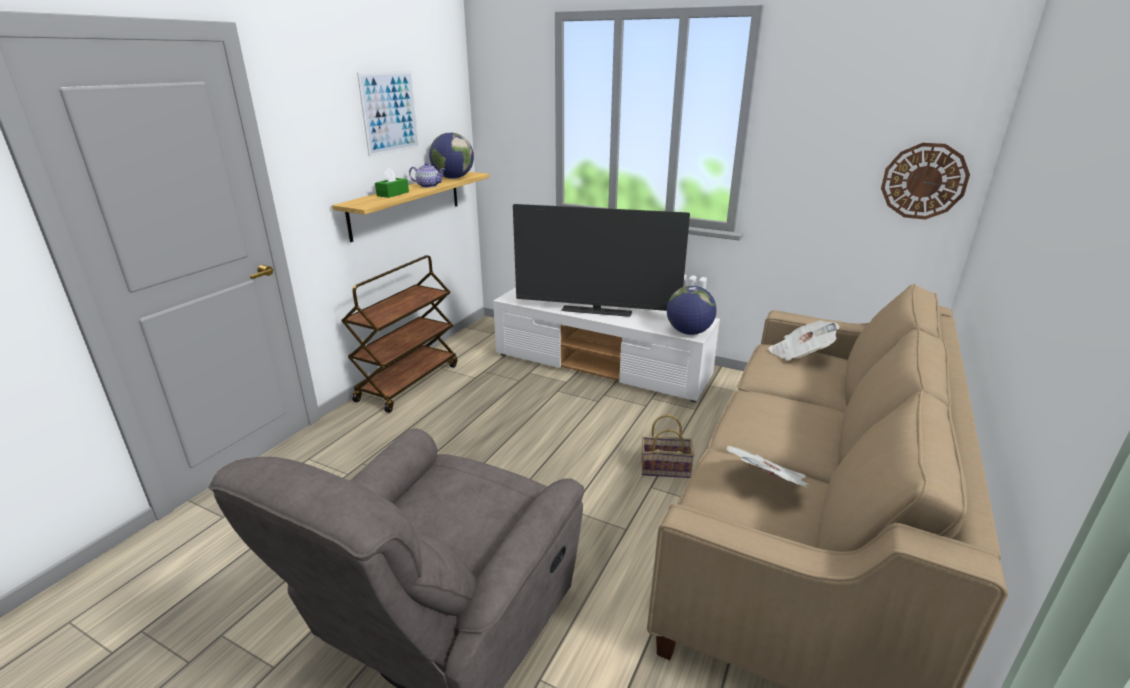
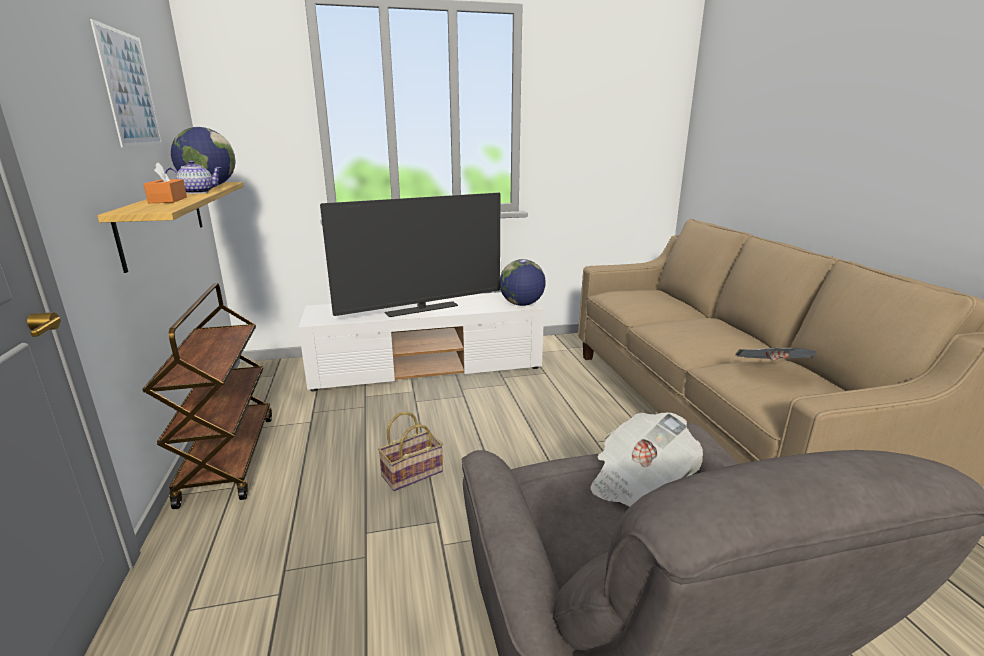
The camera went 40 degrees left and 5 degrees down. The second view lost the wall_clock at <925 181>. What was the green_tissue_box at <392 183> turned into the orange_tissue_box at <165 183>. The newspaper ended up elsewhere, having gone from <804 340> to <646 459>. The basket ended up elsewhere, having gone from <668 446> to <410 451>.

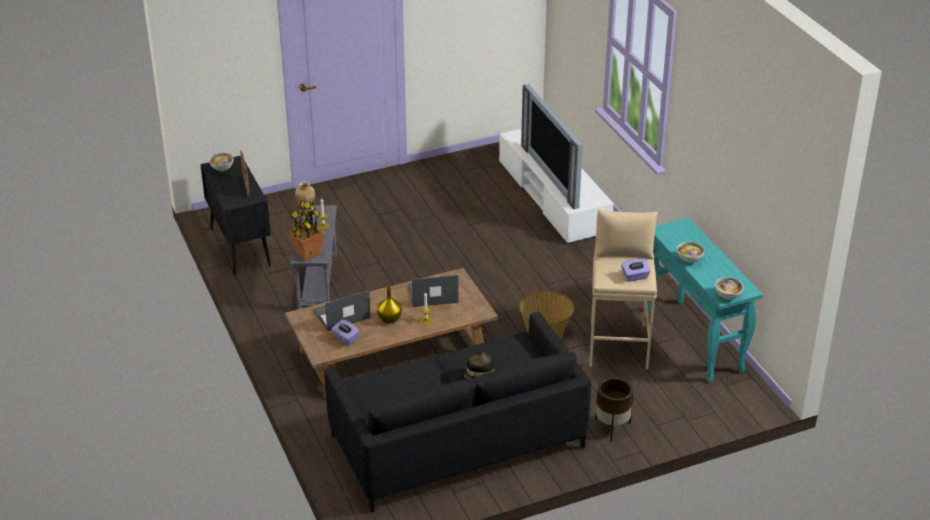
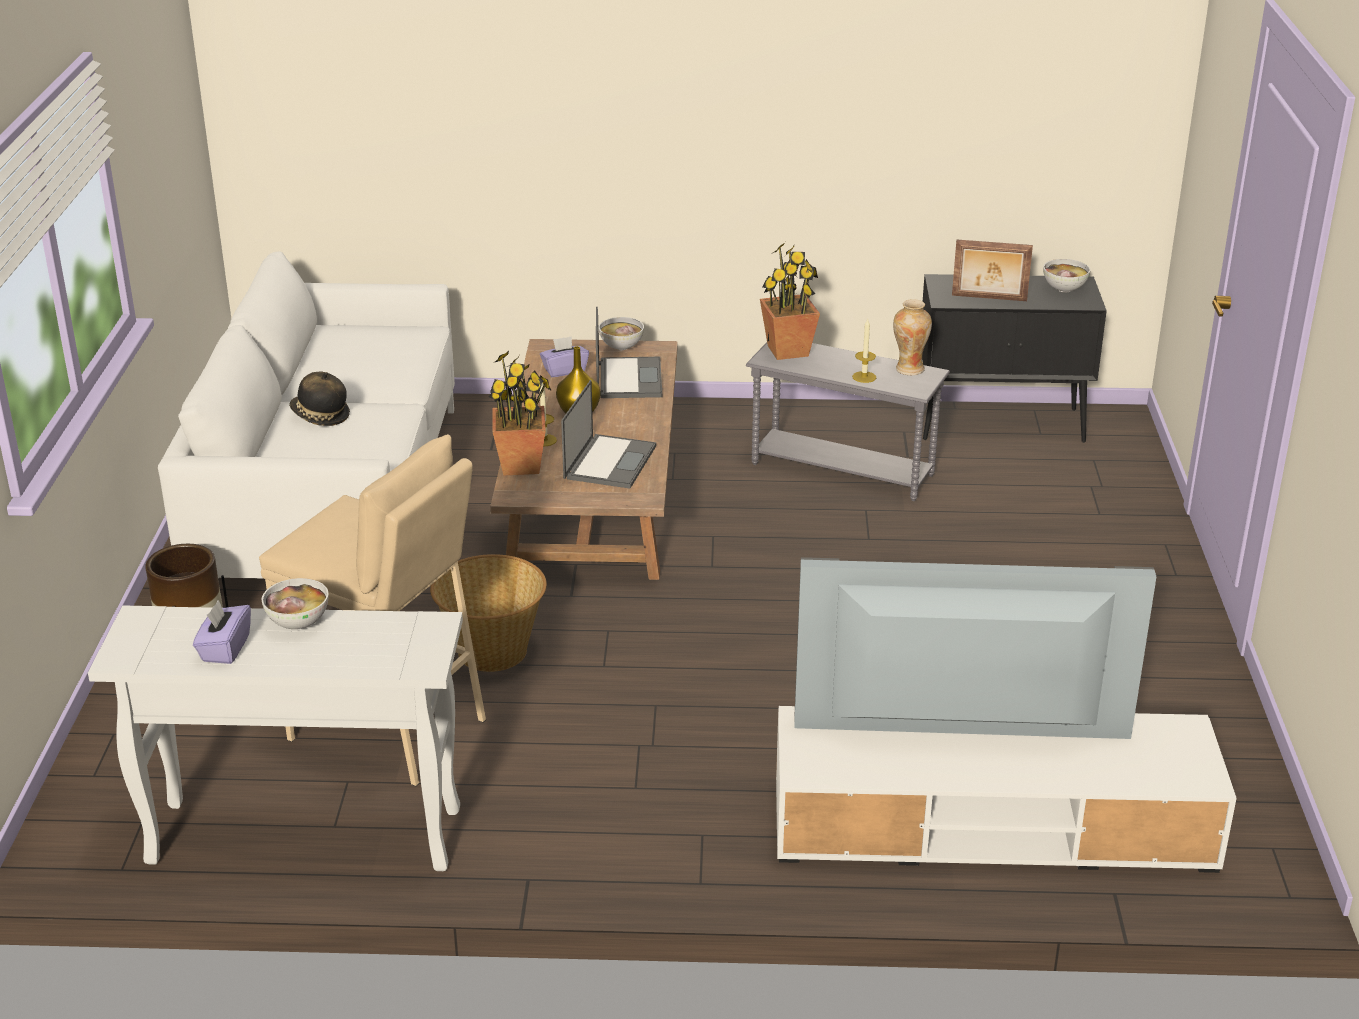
The camera went 115 degrees right and 5 degrees down. What was the turquoise_console_table at <705 300> turned into the white_console_table at <275 738>. The purple_tissue_box ended up elsewhere, having gone from <636 270> to <222 632>. The bowl ended up elsewhere, having gone from <729 288> to <621 333>. What was the black_sofa at <458 412> turned into the white_sofa at <306 415>. The second view gained the potted_plant at <520 413>.

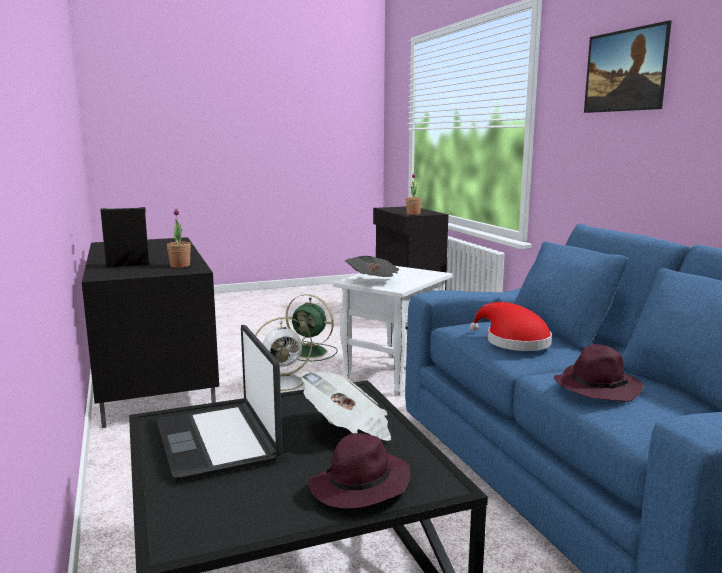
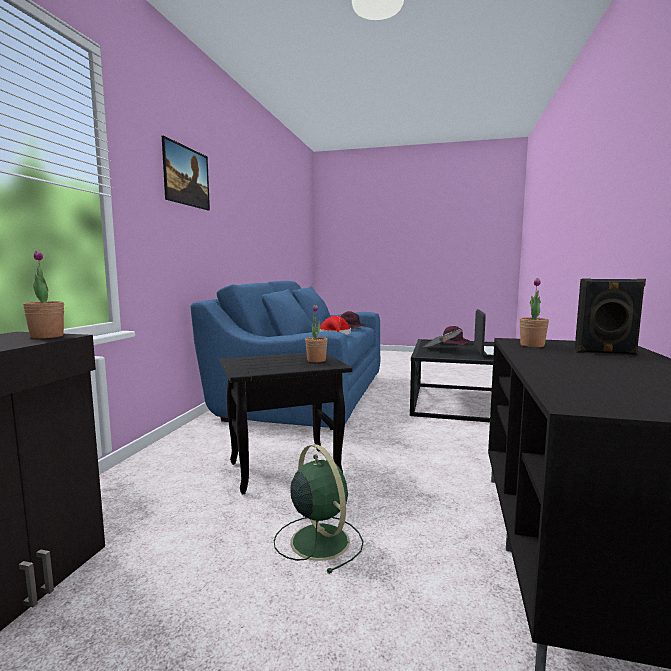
The camera went 145 degrees left and 5 degrees down. Where the newspaper stood at <372 266>, the potted_plant came to stand at <316 333>. What was the white_side_table at <392 330> turned into the black_side_table at <285 423>. The second view lost the white_fan at <283 354>.

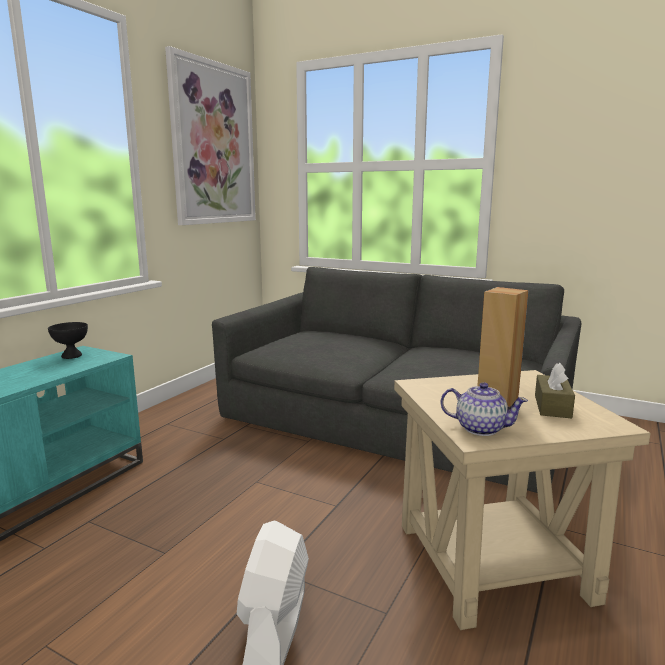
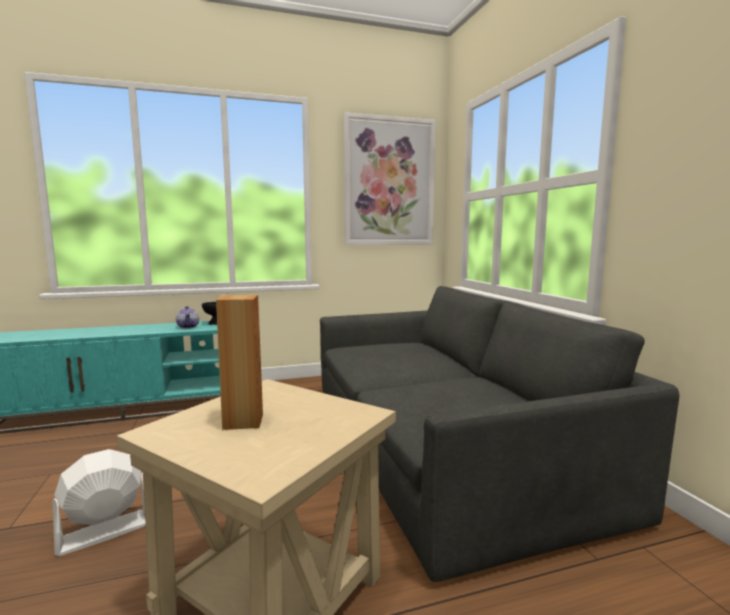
The camera went 45 degrees right and 5 degrees down. The second view lost the brown_tissue_box at <555 390>. The teapot ended up elsewhere, having gone from <484 409> to <187 317>.

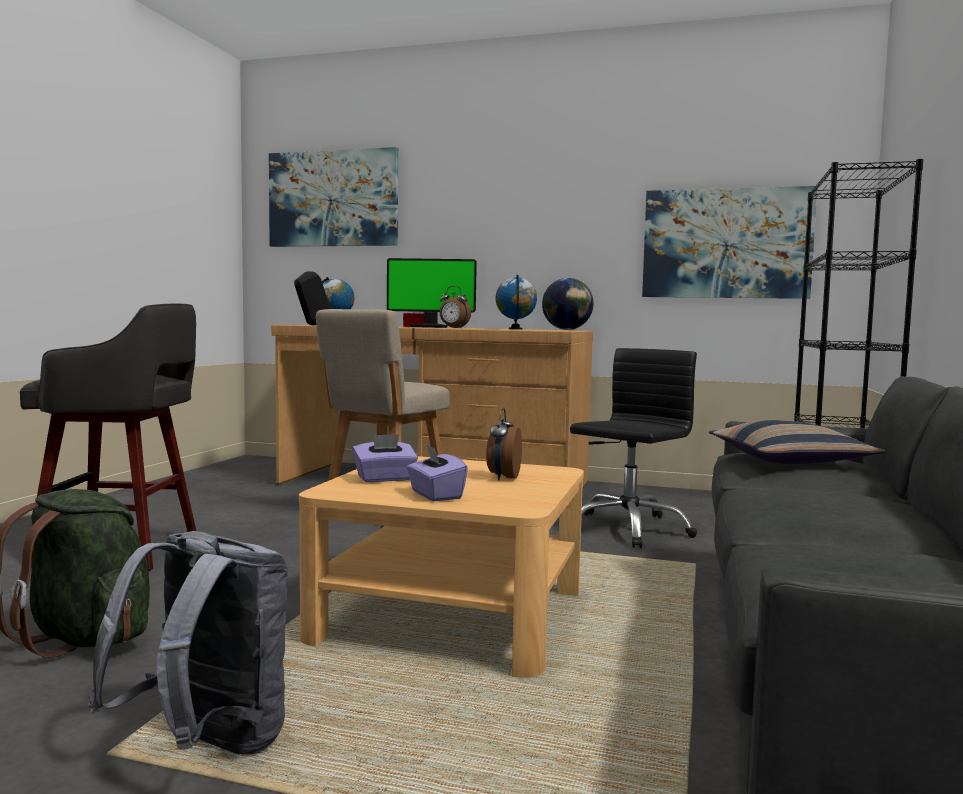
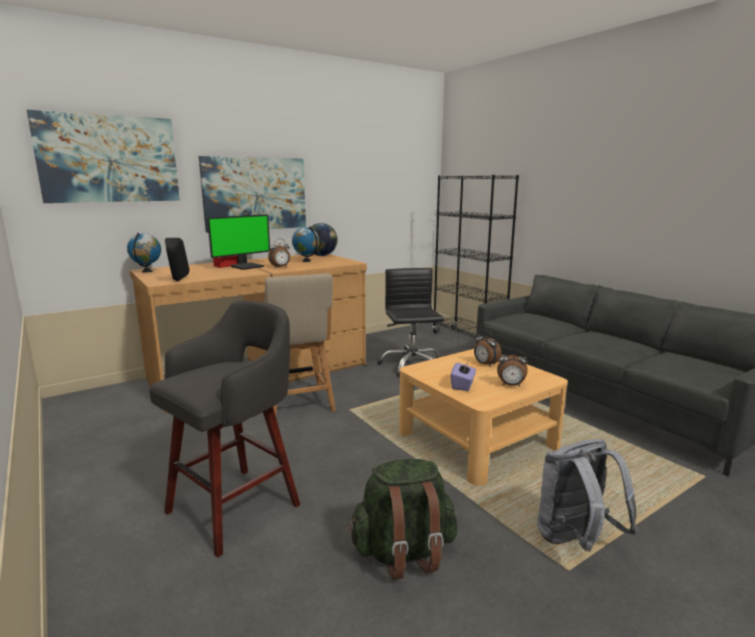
The camera went 50 degrees left and 10 degrees up. The picture ended up elsewhere, having gone from <729 242> to <252 194>. The second view lost the pillow at <797 442>. Where the purple_tissue_box stood at <437 472>, the alarm_clock came to stand at <512 367>.

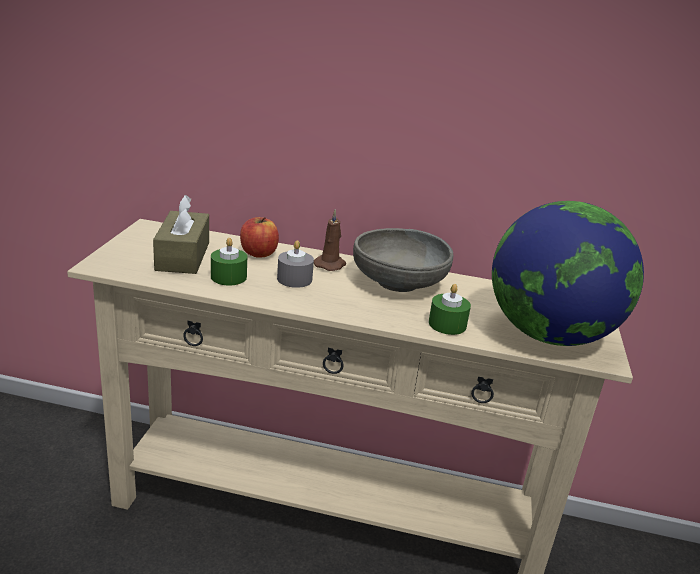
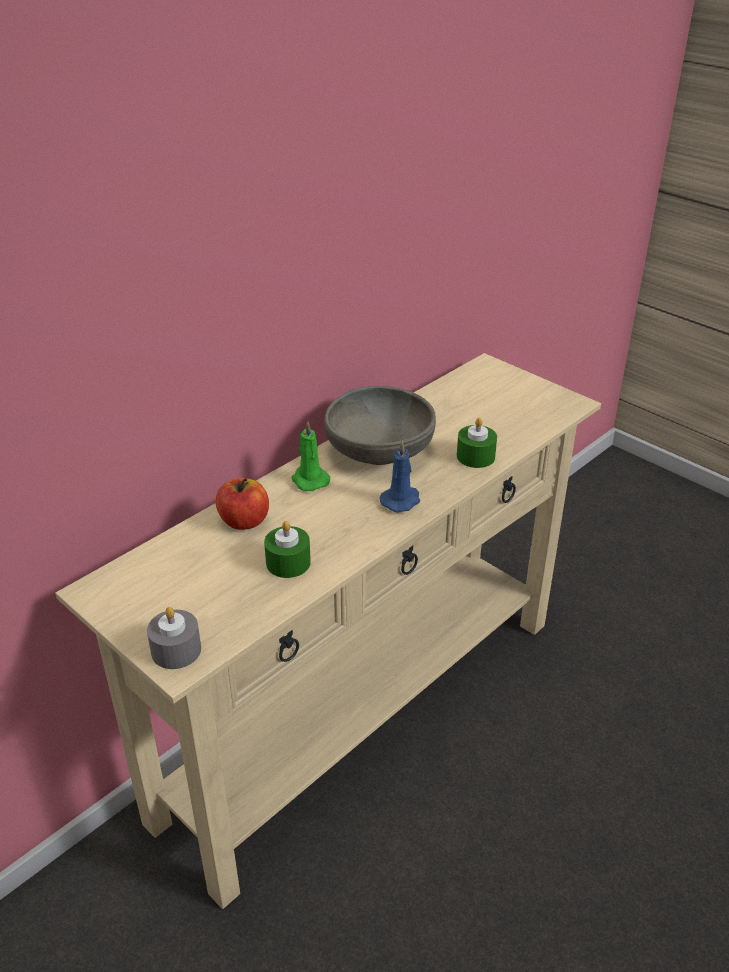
The camera went 55 degrees left and 10 degrees up. The second view lost the brown_tissue_box at <181 234>. The second view lost the globe at <568 273>. What was the brown_candle at <330 240> turned into the green_candle at <310 456>. The grey_candle ended up elsewhere, having gone from <295 264> to <174 638>. The second view gained the blue_candle at <400 476>.

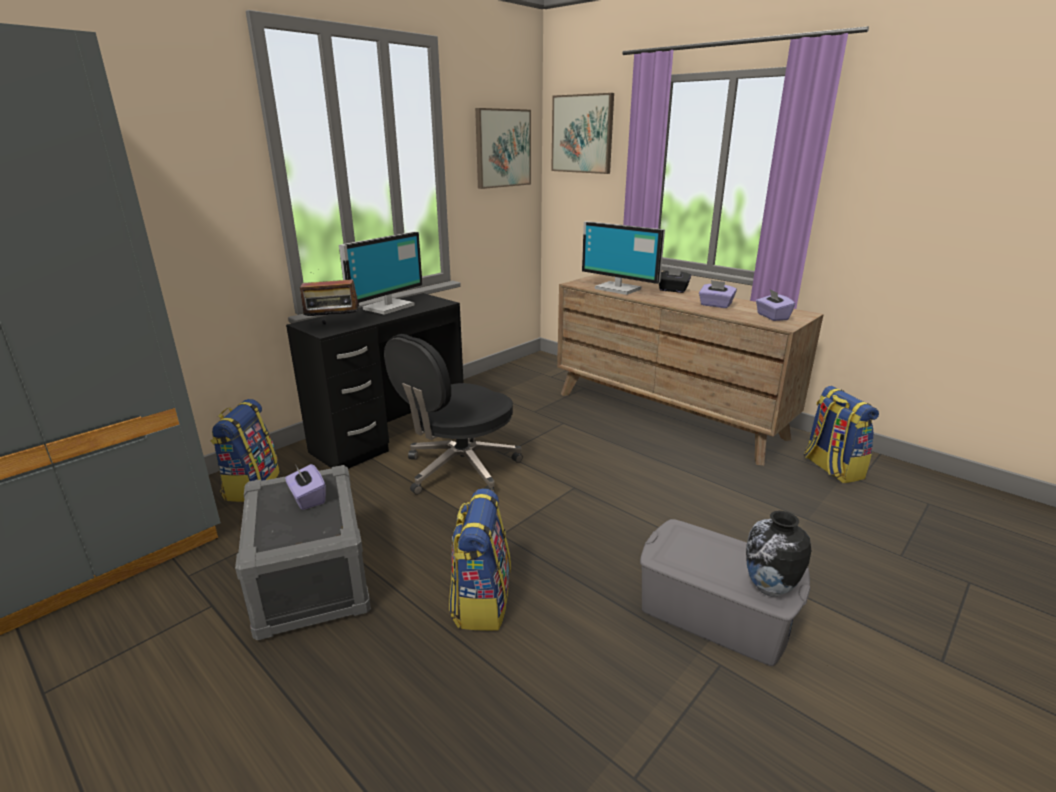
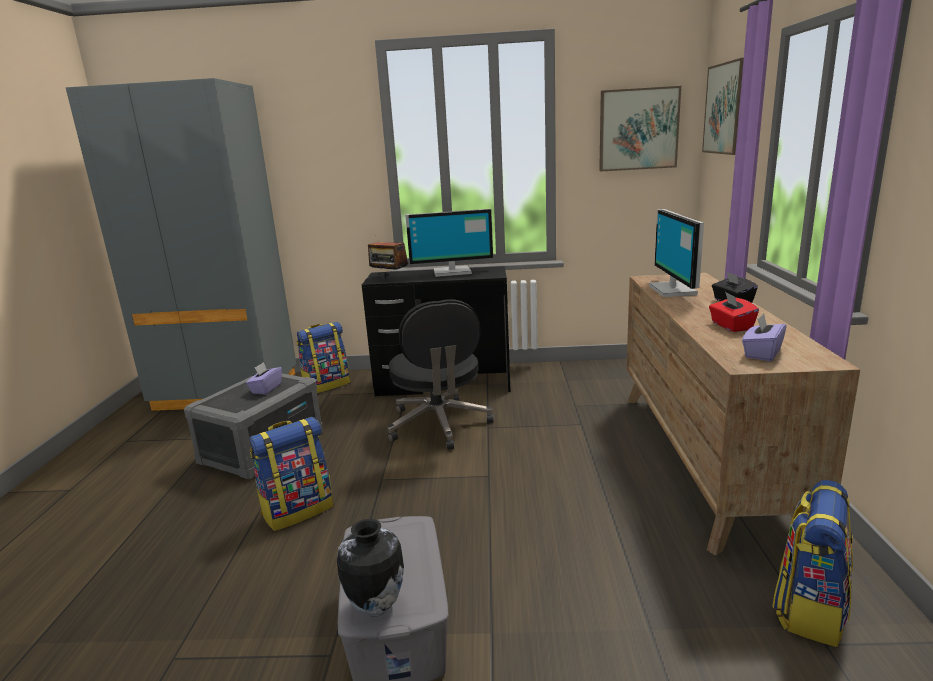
The camera went 50 degrees right and 5 degrees down. What was the purple_tissue_box at <718 294> turned into the red_tissue_box at <734 312>. The black_office_chair at <453 414> ended up facing another way, 105 degrees counterclockwise from before.

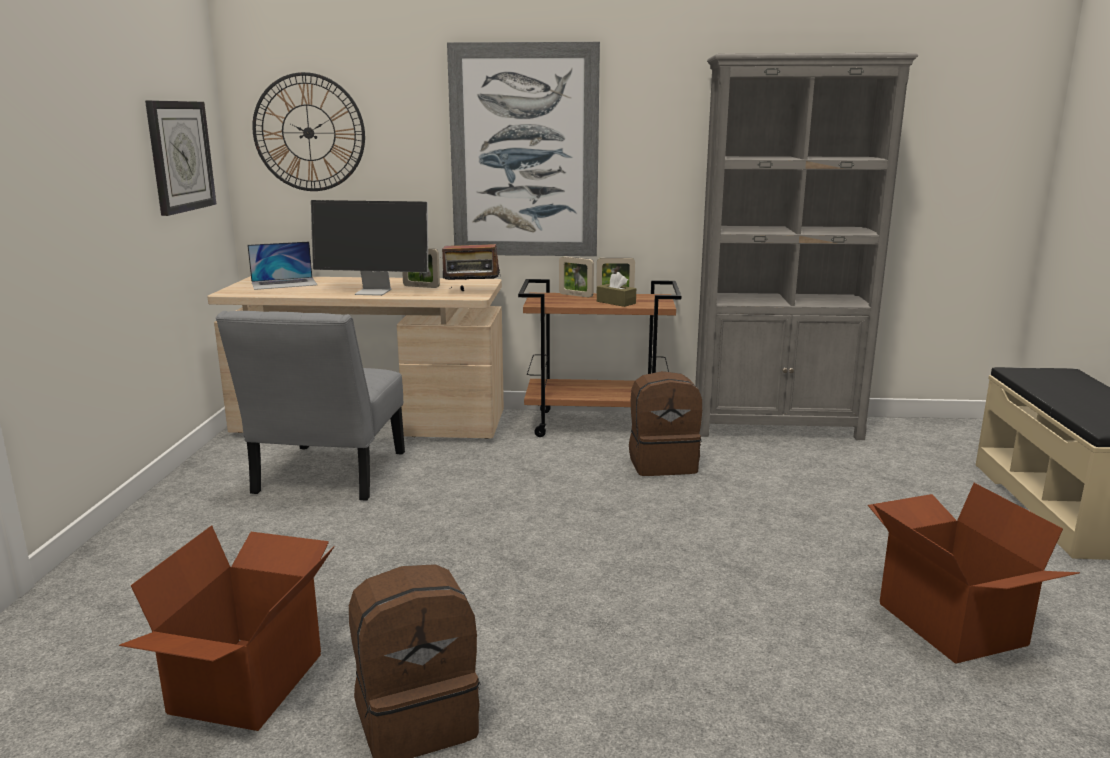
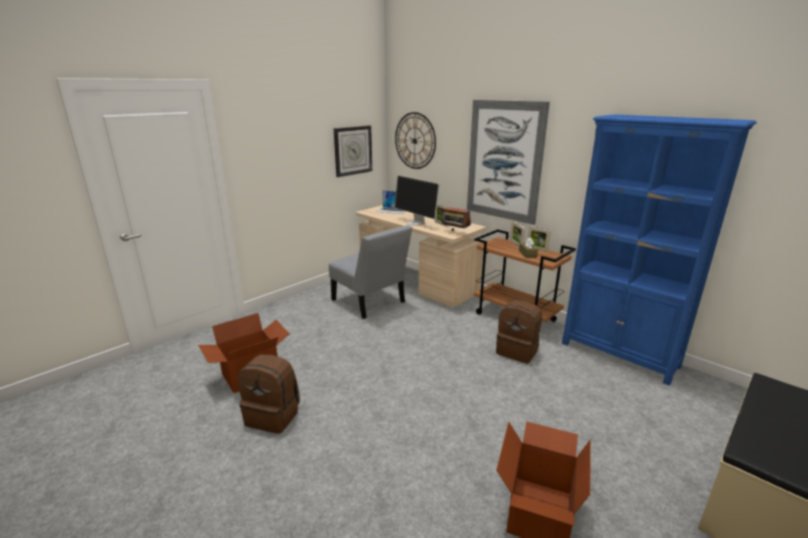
The camera went 40 degrees right and 5 degrees up. What was the grey_bookcase at <806 246> turned into the blue_bookcase at <659 250>. The grey_chair at <310 406> ended up facing another way, 90 degrees counterclockwise from before.

